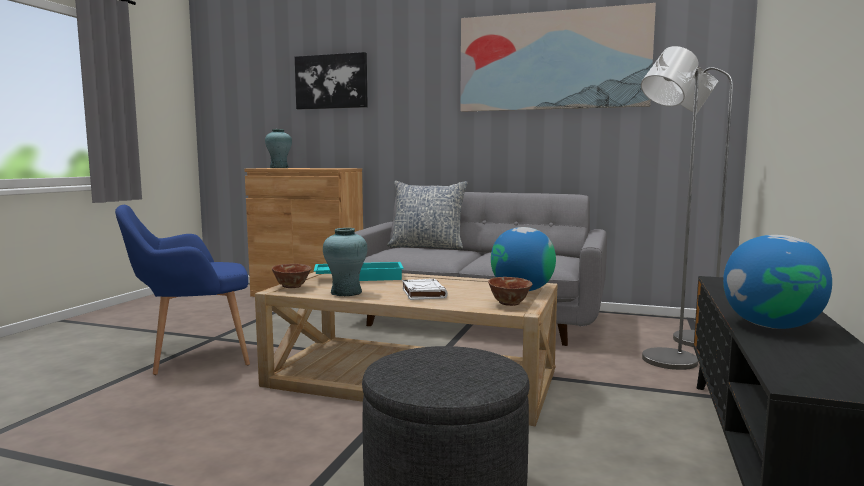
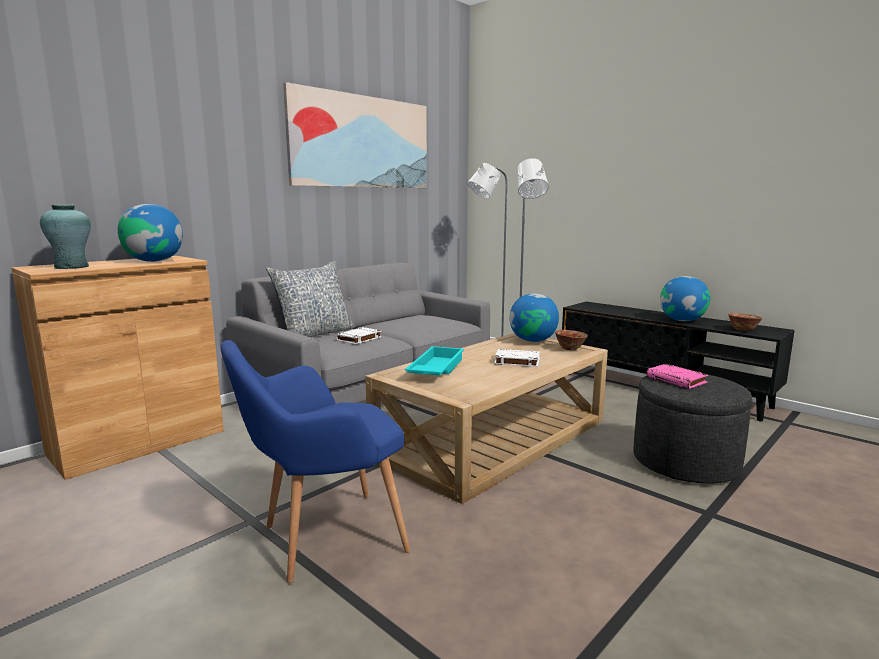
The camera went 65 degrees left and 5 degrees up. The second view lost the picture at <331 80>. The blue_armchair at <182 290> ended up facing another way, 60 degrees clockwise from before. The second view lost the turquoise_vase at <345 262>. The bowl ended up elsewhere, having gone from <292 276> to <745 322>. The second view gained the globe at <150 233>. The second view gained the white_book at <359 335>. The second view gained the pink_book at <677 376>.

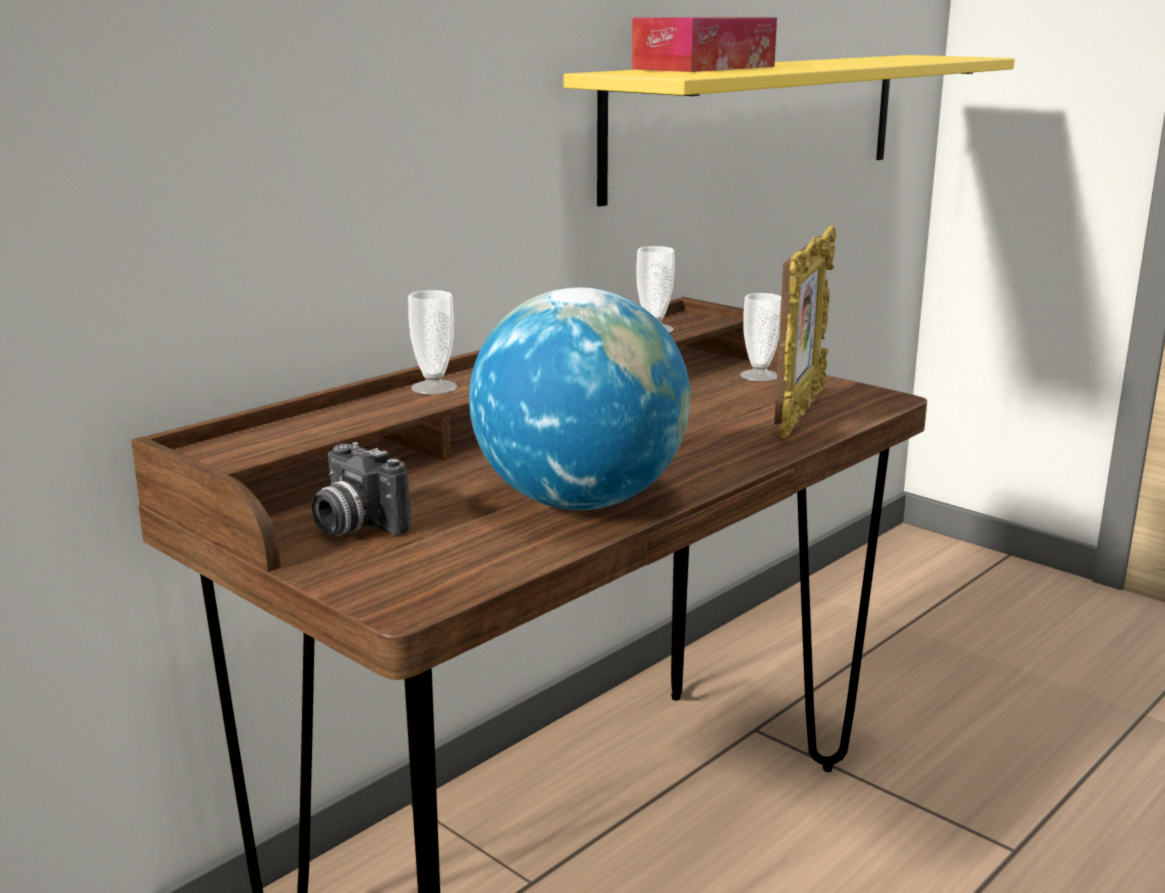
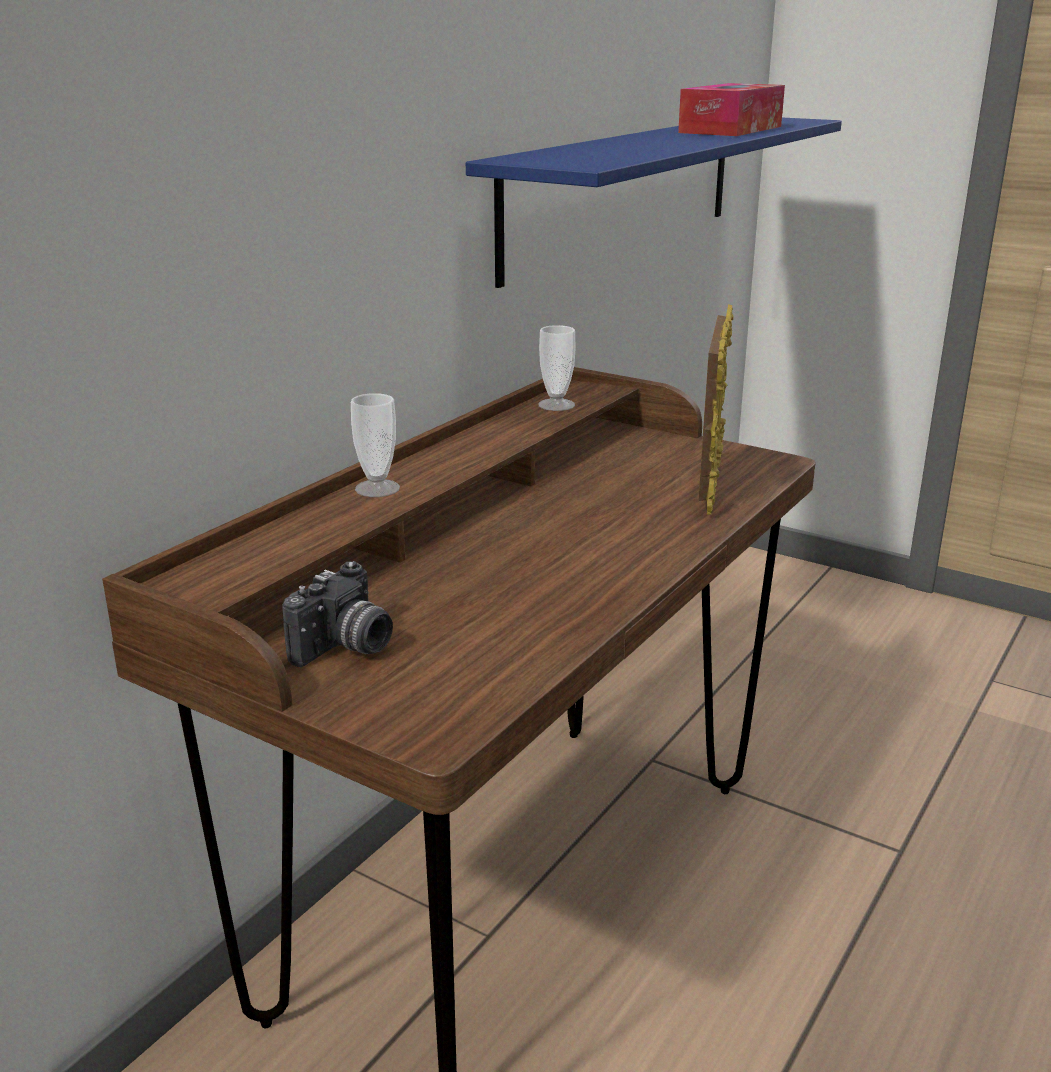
The camera went 10 degrees left and 5 degrees up. The tissue_box ended up elsewhere, having gone from <704 44> to <731 109>. What was the yellow_shelf at <789 130> turned into the blue_shelf at <654 203>. The second view lost the globe at <579 398>. The second view lost the cup at <760 337>. The photo_camera at <361 489> ended up facing another way, 90 degrees counterclockwise from before.

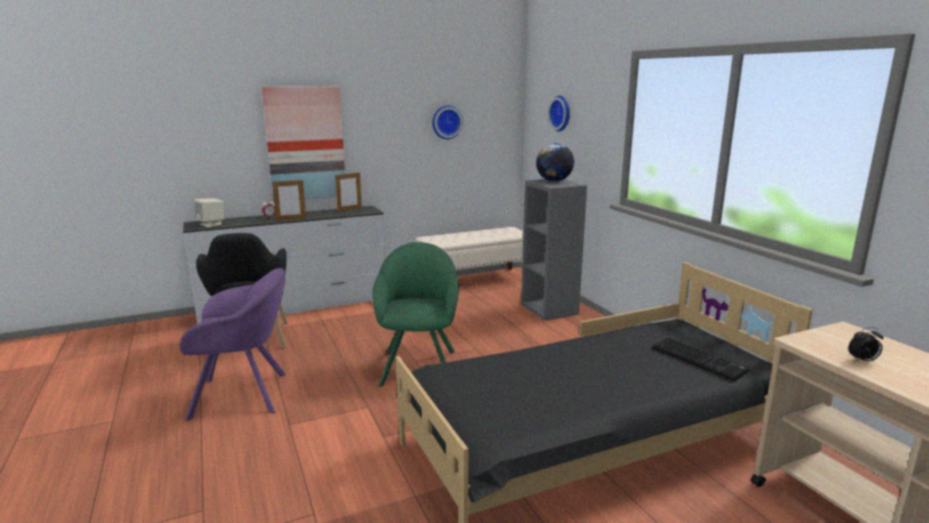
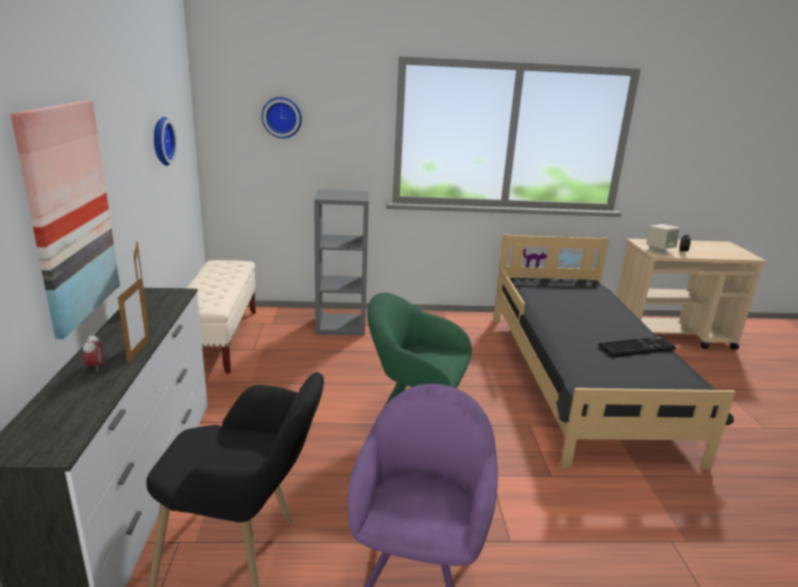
The camera went 70 degrees left and 5 degrees up. The second view lost the globe at <555 162>. The beige_speaker ended up elsewhere, having gone from <209 212> to <663 239>. The keyboard ended up elsewhere, having gone from <701 359> to <637 346>.

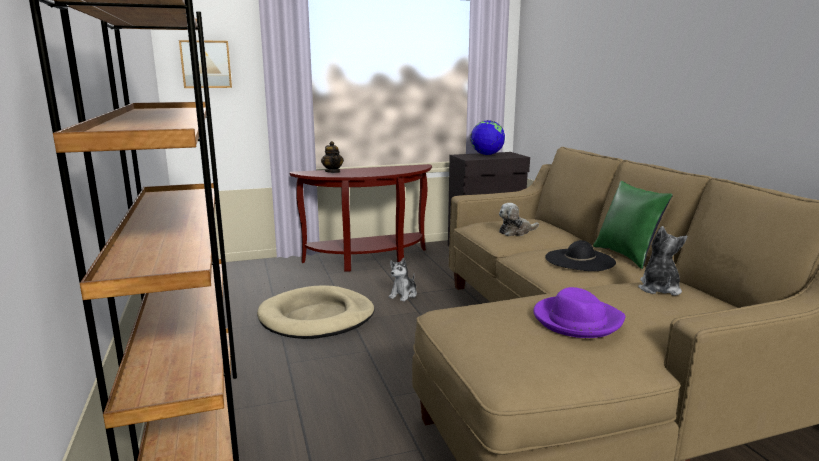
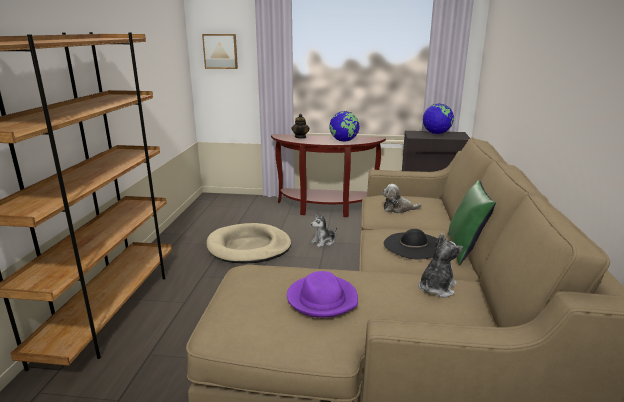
The camera went 25 degrees right and 5 degrees up. The second view gained the globe at <344 126>.

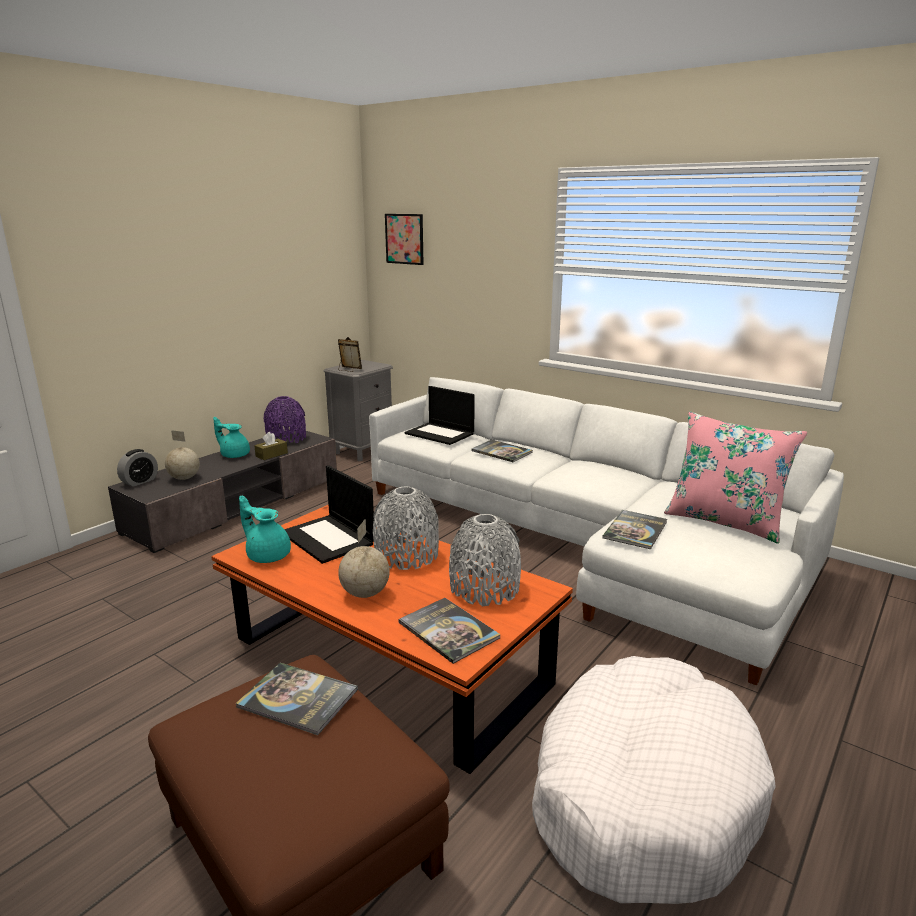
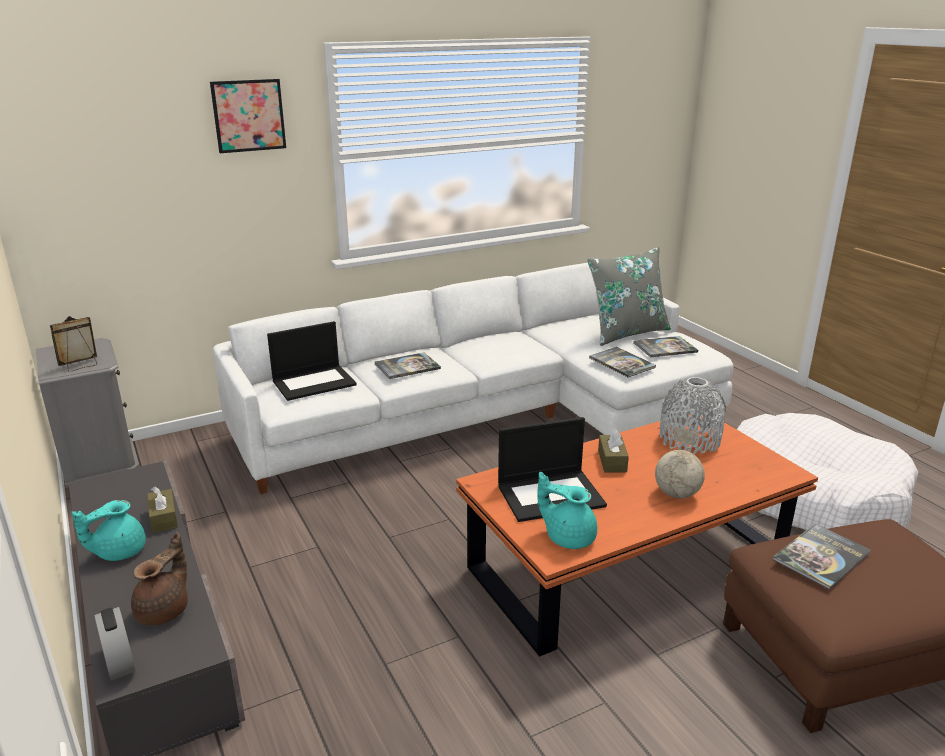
The camera went 65 degrees left and 5 degrees up. The picture ended up elsewhere, having gone from <404 239> to <248 116>. The second view lost the purple_vase at <285 419>. What was the pink_pillow at <735 477> turned into the grey_pillow at <629 296>. Where the globe stood at <182 455>, the brown_teapot came to stand at <159 578>. Where the grey_vase stood at <406 528>, the brown_tissue_box came to stand at <613 450>. The turquoise_teapot at <265 529> ended up facing another way, 60 degrees clockwise from before. The book ended up elsewhere, having gone from <450 631> to <665 346>.

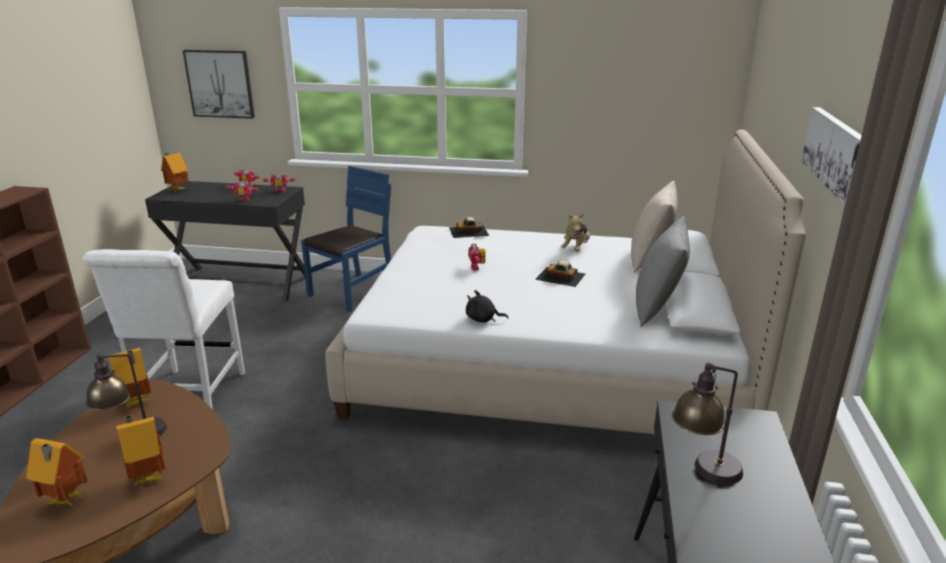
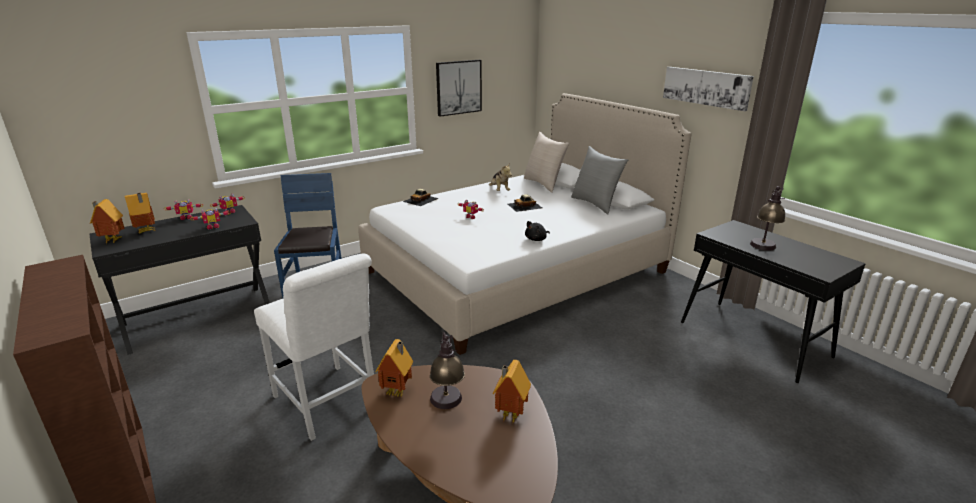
The camera went 45 degrees left and 0 degrees up. The picture ended up elsewhere, having gone from <219 84> to <459 88>. The toy_house ended up elsewhere, having gone from <56 472> to <140 213>.

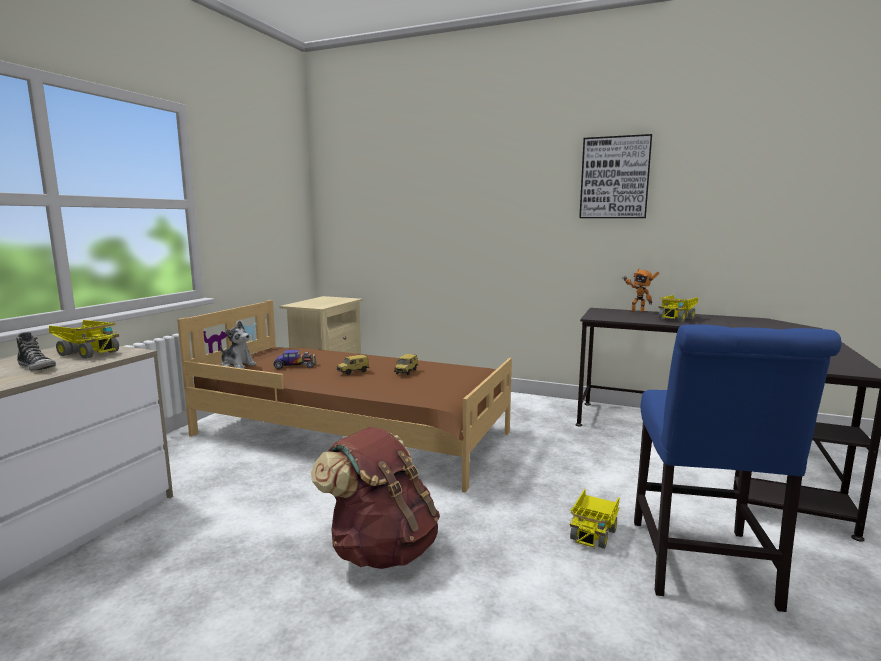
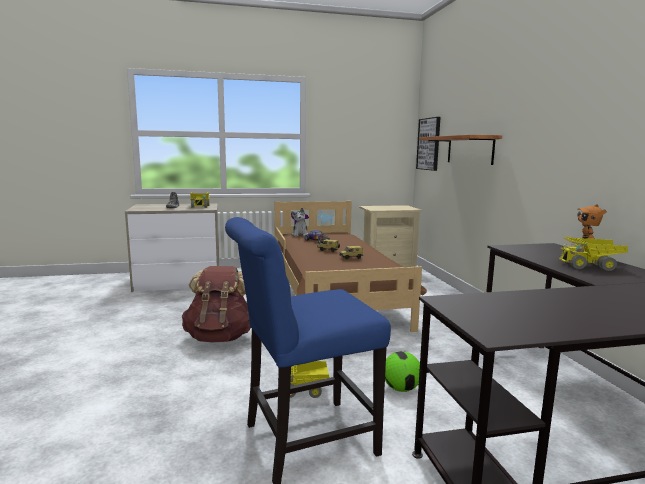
The camera went 55 degrees right and 0 degrees up. The picture ended up elsewhere, having gone from <615 176> to <428 144>. The second view gained the shelf at <460 150>. The second view gained the football at <402 371>.

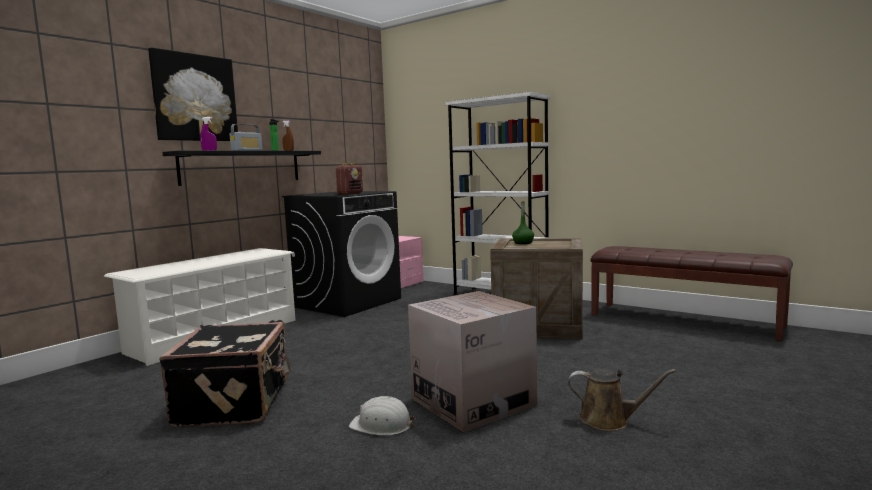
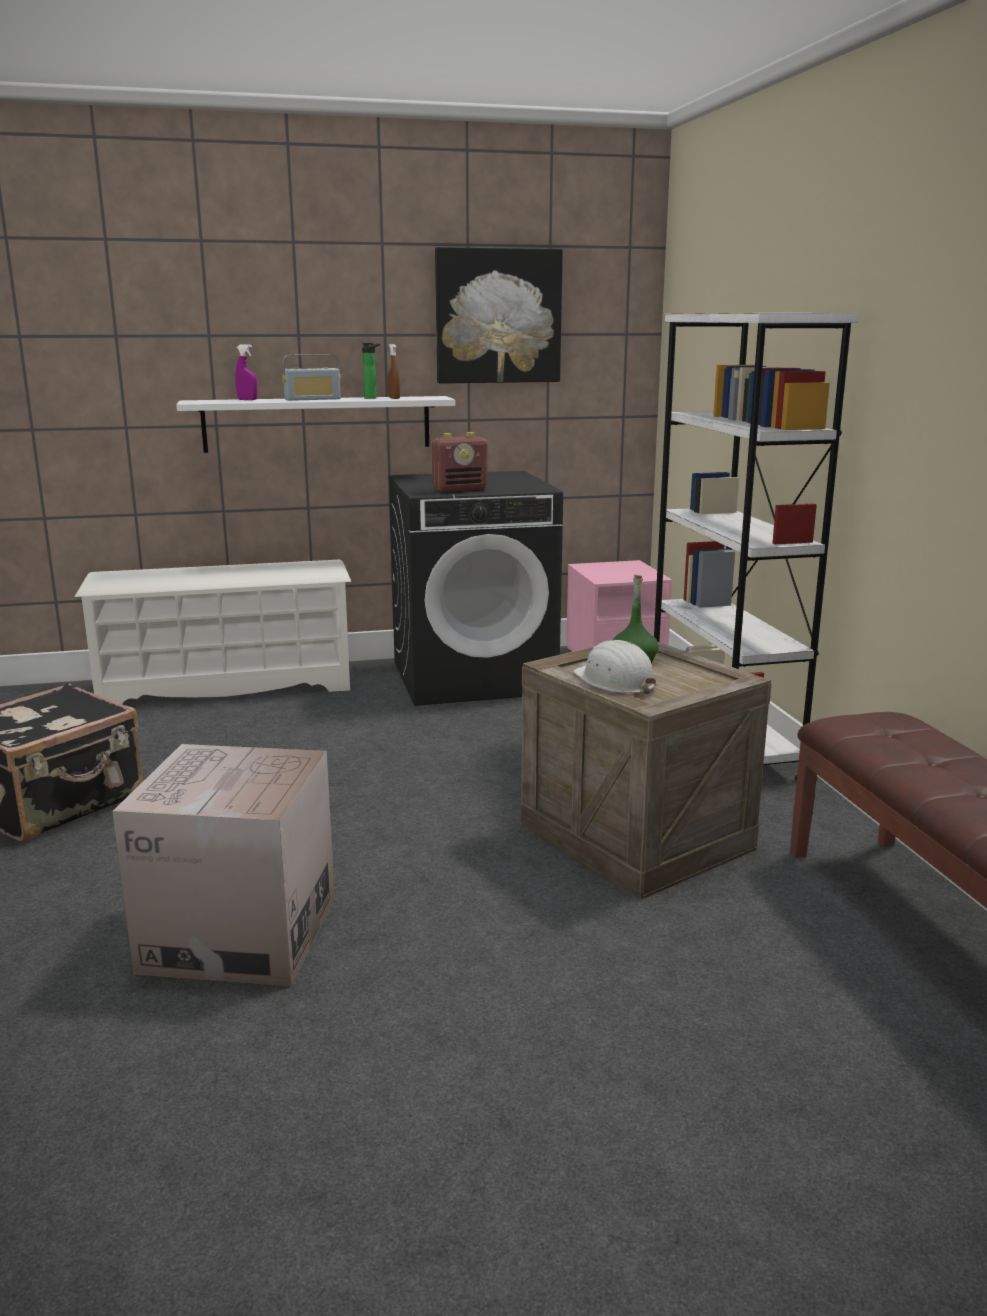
The camera went 40 degrees right and 10 degrees up. The picture ended up elsewhere, having gone from <193 94> to <499 315>. What was the black_shelf at <241 168> turned into the white_shelf at <315 424>. The second view lost the brown_watering_can at <622 400>. The white_hard_hat ended up elsewhere, having gone from <382 415> to <615 667>.

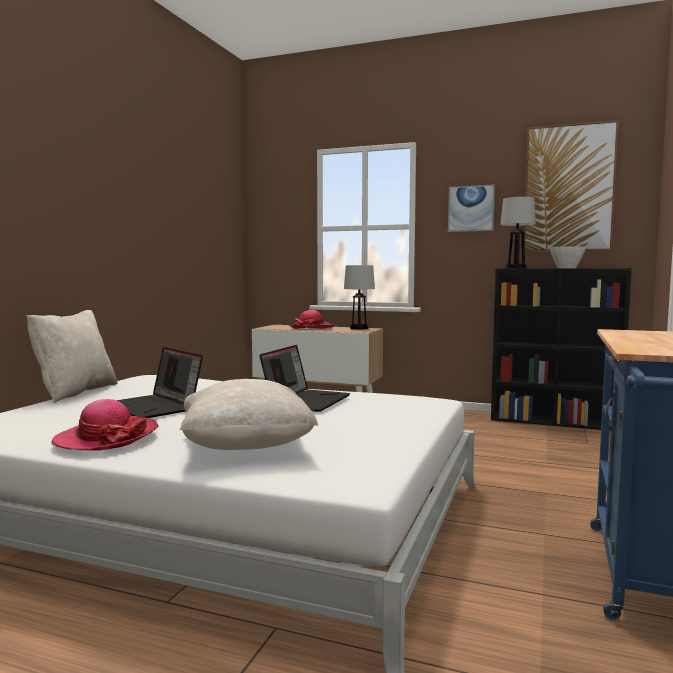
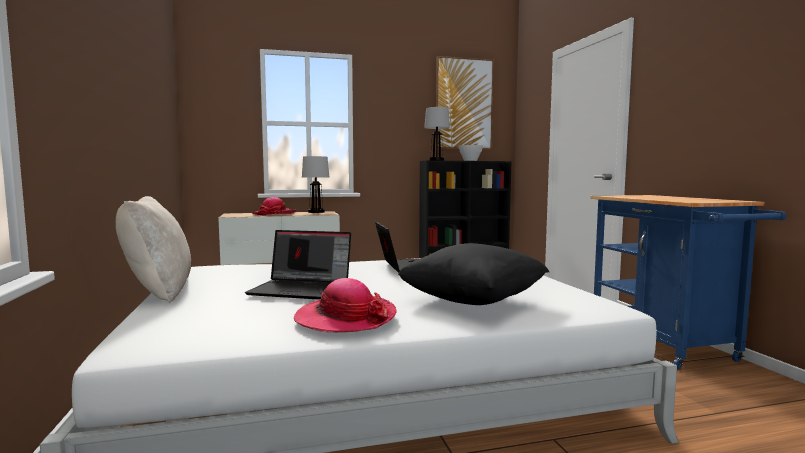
The camera went 35 degrees left and 0 degrees up. The second view lost the picture at <471 208>. What was the beige_pillow at <249 414> turned into the black_pillow at <473 274>.

